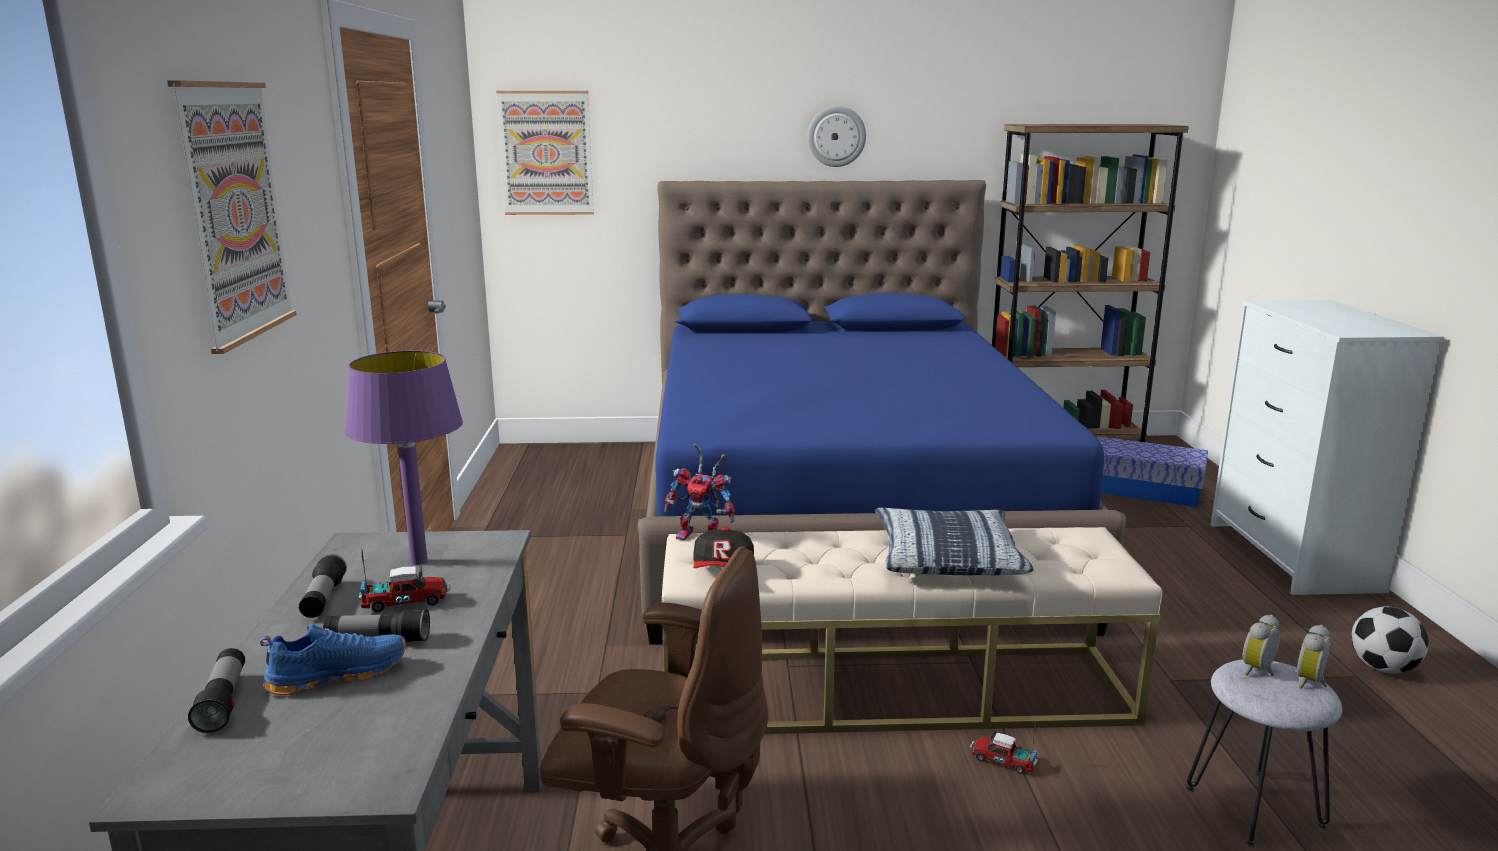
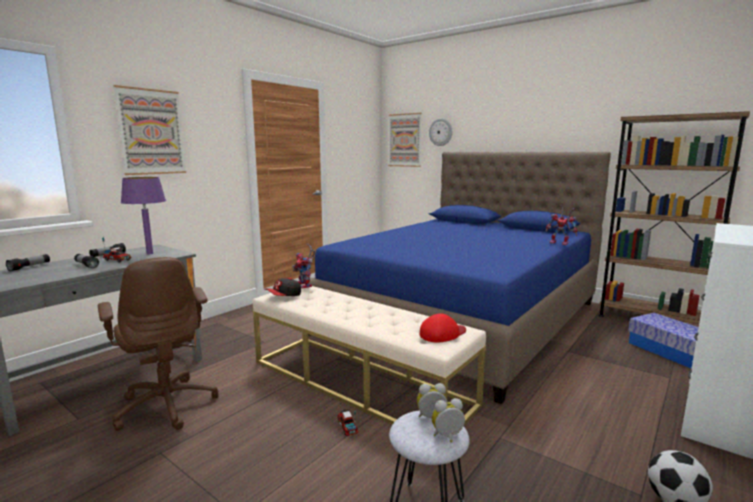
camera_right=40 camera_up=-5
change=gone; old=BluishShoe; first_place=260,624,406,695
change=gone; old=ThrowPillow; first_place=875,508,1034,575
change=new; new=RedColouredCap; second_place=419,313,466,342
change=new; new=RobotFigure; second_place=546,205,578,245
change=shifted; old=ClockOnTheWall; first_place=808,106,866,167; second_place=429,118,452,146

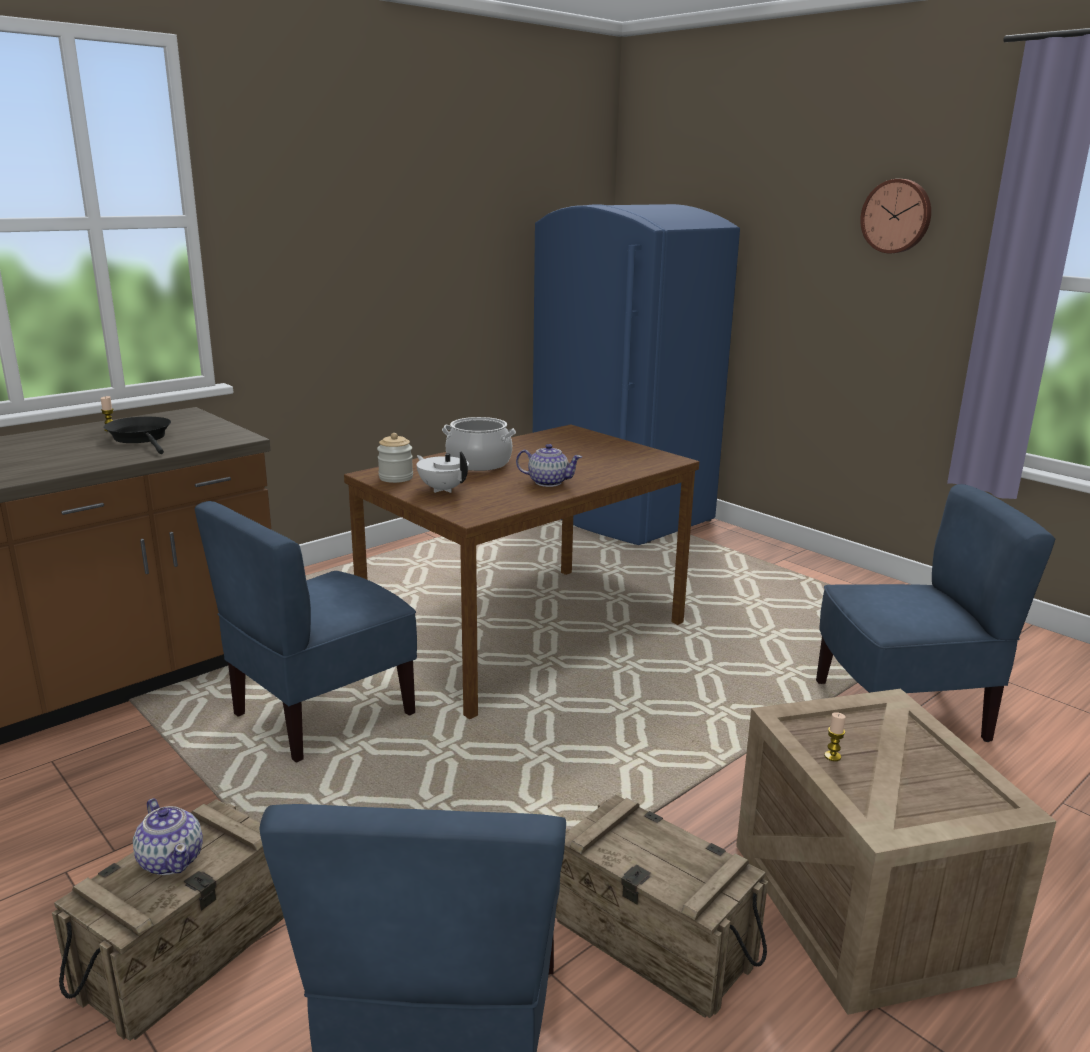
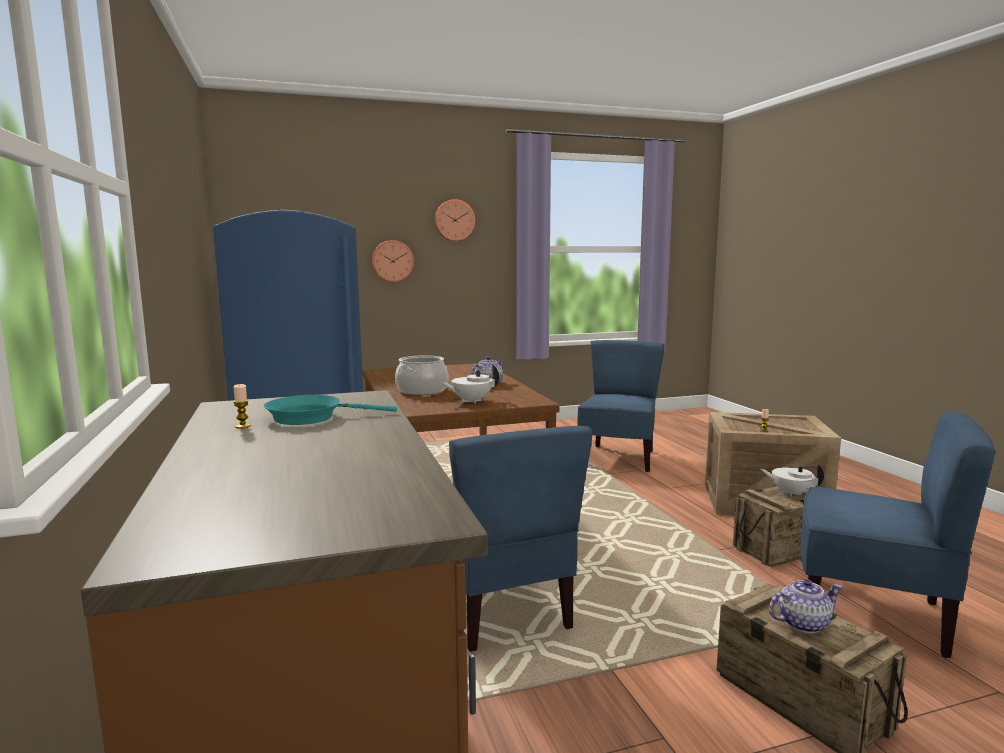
camera_right=-65 camera_up=-10
change=gone; old=Jar; first_place=377,433,413,483
change=new; new=ClockOnTheWall; second_place=372,240,414,282
change=new; new=WhitishPotForTea; second_place=761,464,824,497
change=repainted; old=BlackishFryingPan; new=BlueGreenFryingPan; first_place=104,417,171,454; second_place=264,395,397,425

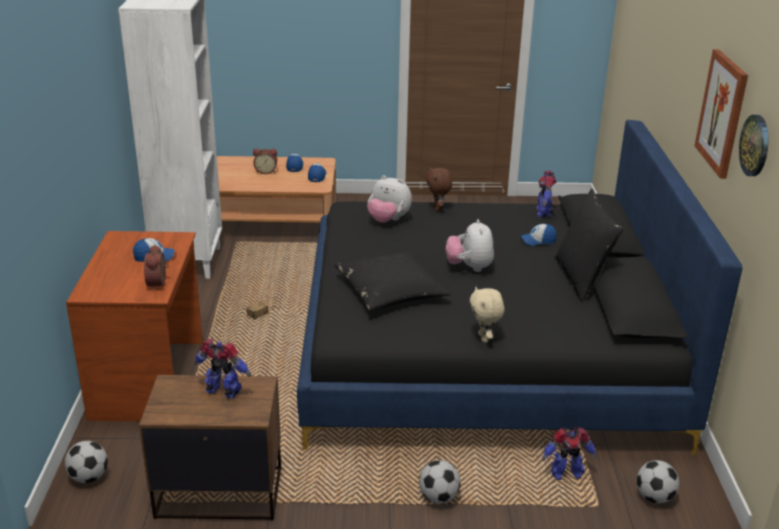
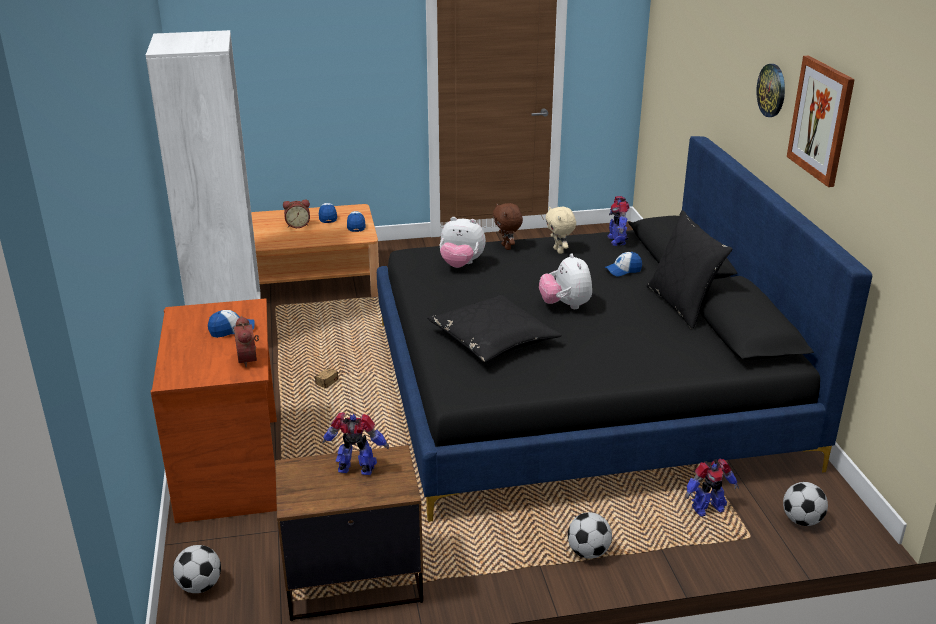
camera_right=-10 camera_up=0
change=shifted; old=BeigePlushToy; first_place=470,287,505,343; second_place=545,207,576,254
change=shifted; old=ClockOnTheWall; first_place=739,115,768,176; second_place=757,64,785,117

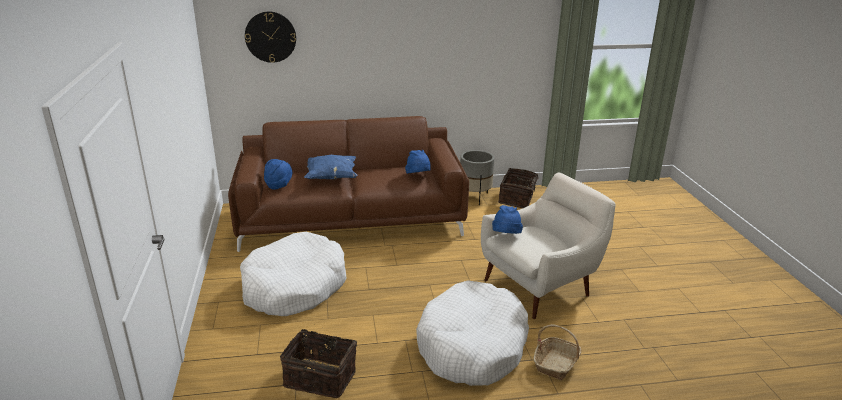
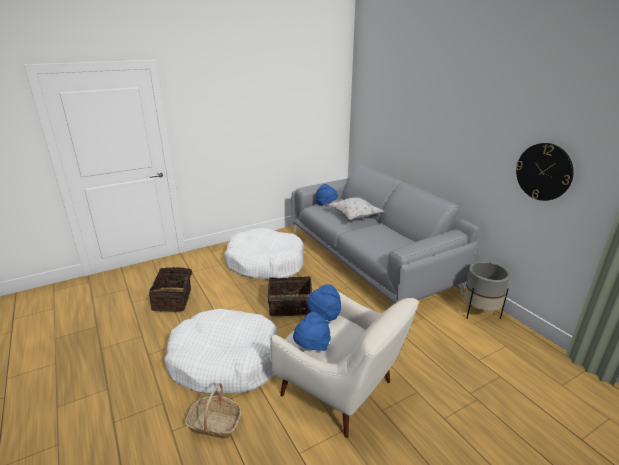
camera_right=70 camera_up=0
change=shifted; old=ClockOnTheWall; first_place=245,11,296,63; second_place=516,143,574,201
change=shifted; old=BluishClothingHat; first_place=405,150,431,174; second_place=293,312,331,351
change=shifted; old=Basket; first_place=498,168,546,209; second_place=268,276,312,316
change=repainted; old=BrownColouredCouch; new=GreyCouch; first_place=228,116,469,252; second_place=291,164,480,304
change=repainted; old=BluishThrowPillow; new=WhitishThrowPillow; first_place=304,155,358,179; second_place=328,197,384,220

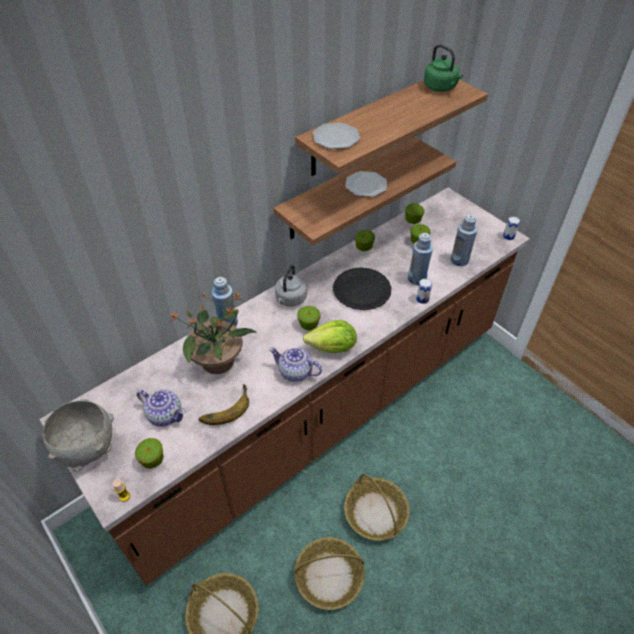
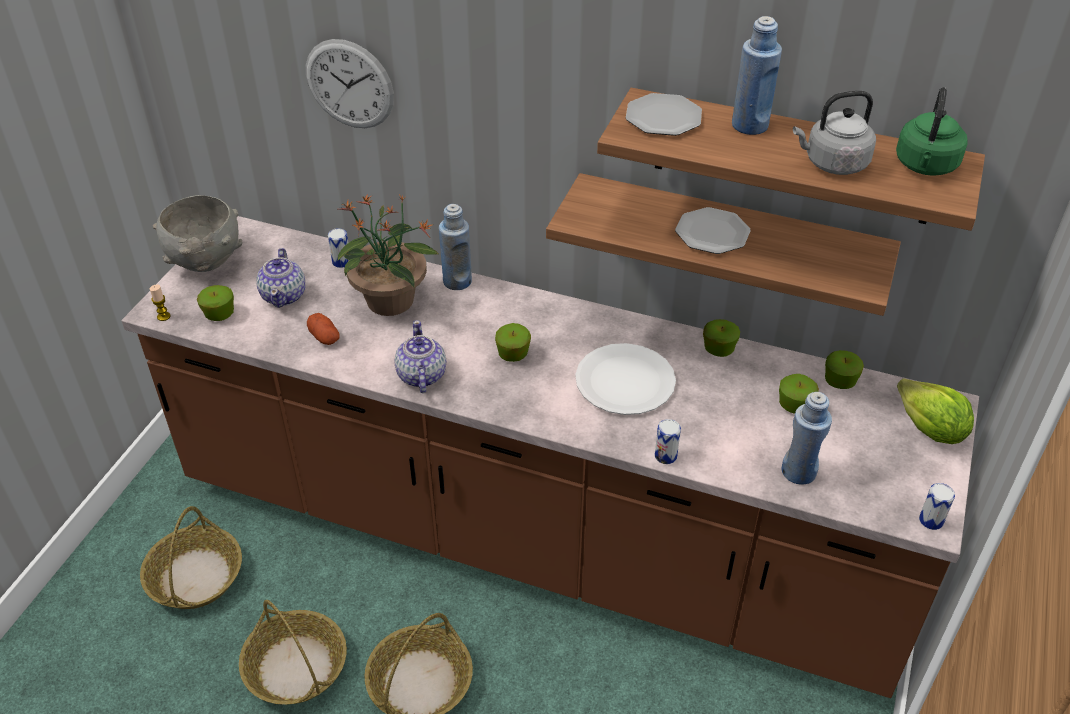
camera_right=60 camera_up=-5
change=new; new=ClockOnTheWall; second_place=306,39,394,128
change=new; new=SealedCan; second_place=328,228,348,268
change=shifted; old=GreyTeaKettle; first_place=275,265,307,307; second_place=793,91,876,175
change=shifted; old=LettuceHead; first_place=303,320,357,353; second_place=897,378,974,444
change=shifted; old=BluishBeverageBottle; first_place=408,233,433,285; second_place=732,16,782,135
change=swapped; old=Banana; new=Potato; first_place=199,384,249,425; second_place=307,313,339,345
change=repainted; old=BlackishDinnerPlate; new=WhitishDinnerPlate; first_place=333,268,392,310; second_place=575,343,676,415

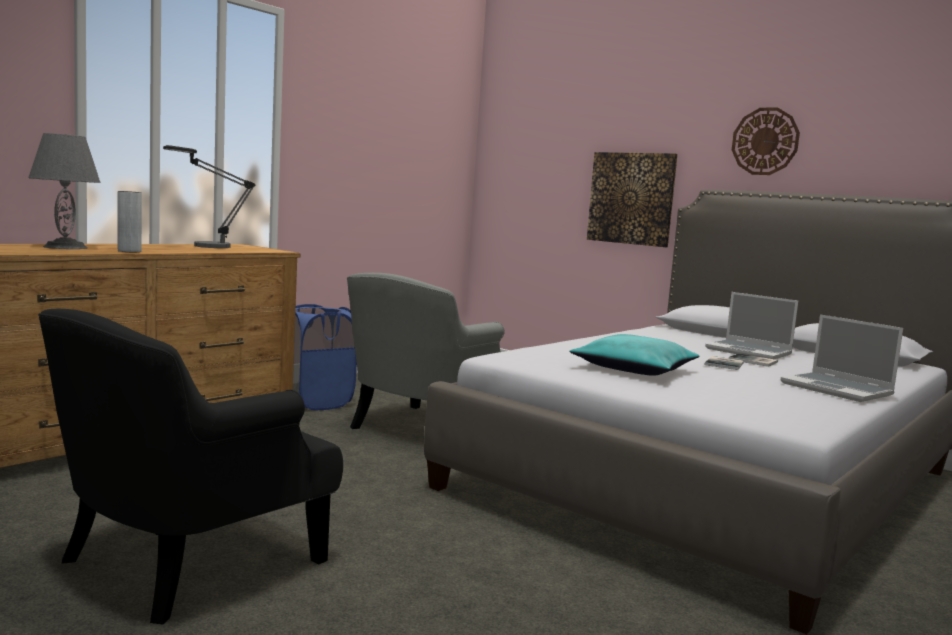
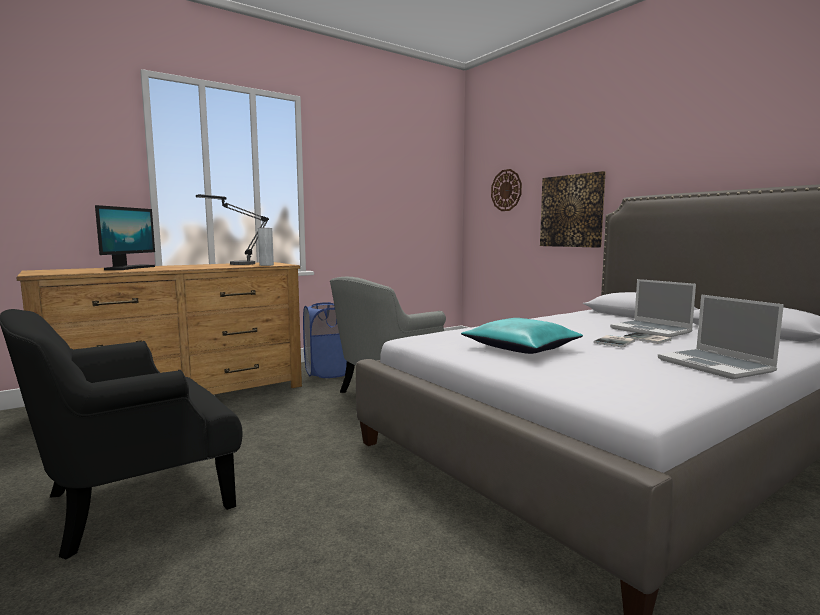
camera_right=15 camera_up=0
change=shifted; old=GreyVase; first_place=118,191,142,252; second_place=258,228,274,266
change=shifted; old=ClockOnTheWall; first_place=732,107,800,175; second_place=491,169,522,211
change=swapped; old=GreyTabletopLamp; new=ComputerDisplay; first_place=28,133,100,249; second_place=95,205,155,270

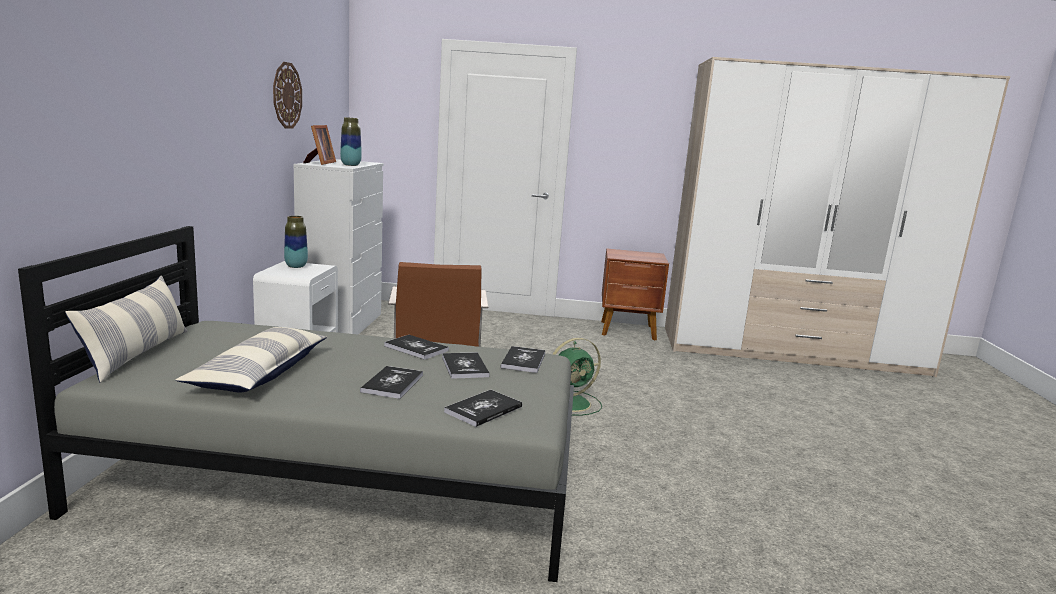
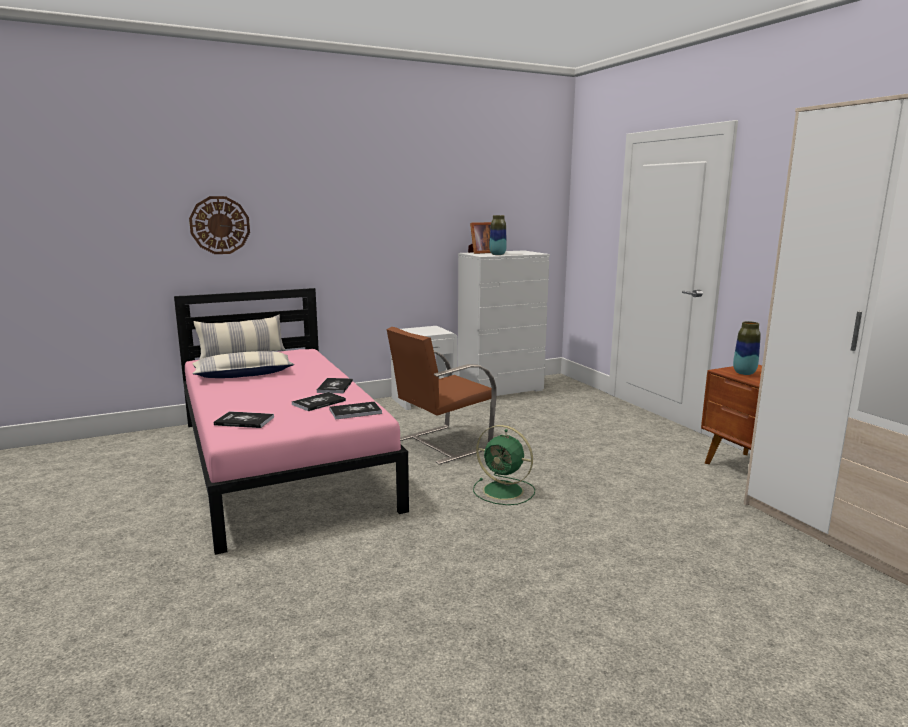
camera_right=60 camera_up=0
change=gone; old=Volume; first_place=360,366,423,399
change=shifted; old=ClockOnTheWall; first_place=273,62,302,129; second_place=189,196,250,254
change=shifted; old=Vase; first_place=284,216,308,268; second_place=733,321,761,375
change=repainted; old=GreyBedroomBed; new=PinkishBedroomBed; first_place=18,226,574,582; second_place=174,288,409,555

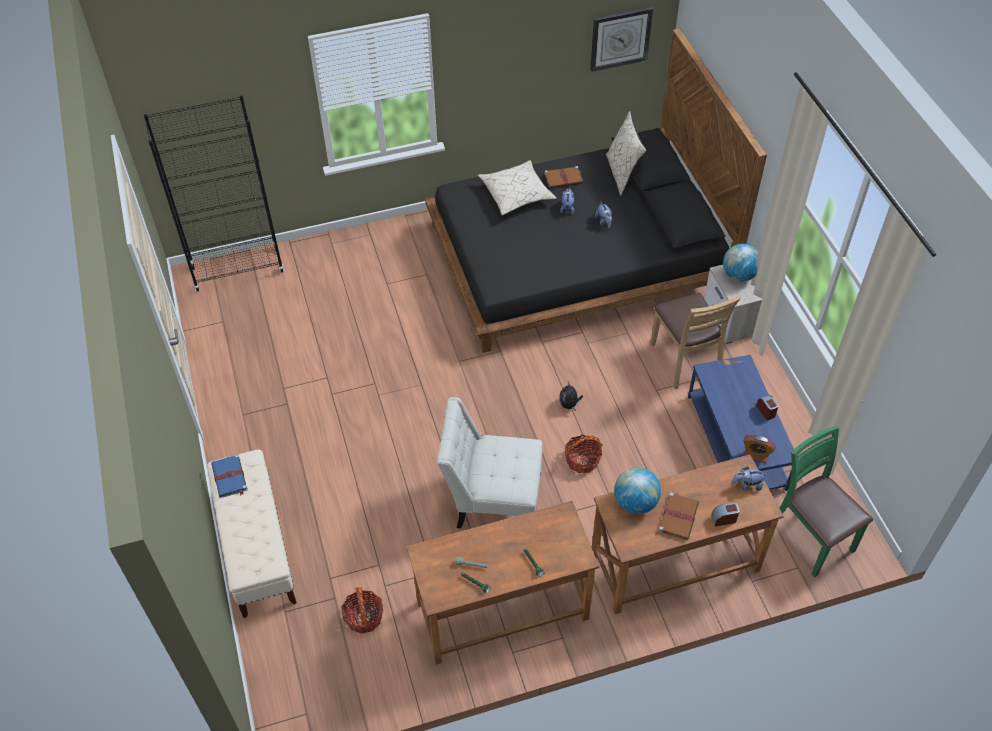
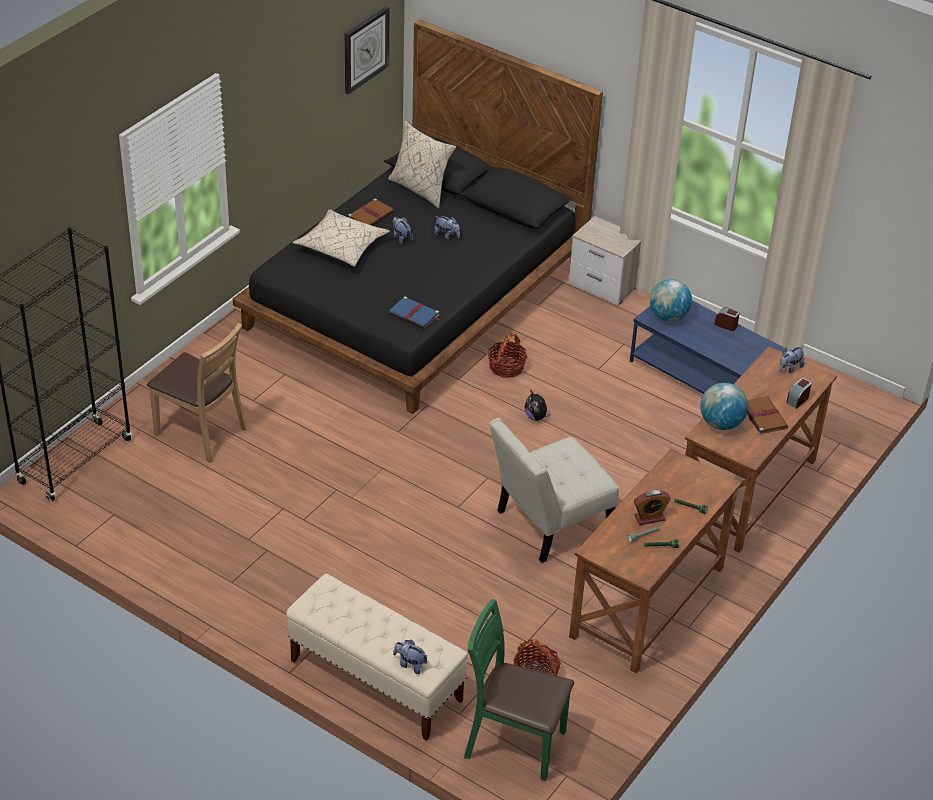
camera_right=-40 camera_up=-10
change=new; new=PlushToy; second_place=393,640,427,674
change=shifted; old=BluishVolume; first_place=211,454,248,498; second_place=389,296,439,329
change=shifted; old=Basket; first_place=565,434,603,473; second_place=488,332,527,378
change=shifted; old=BrownColouredChair; first_place=650,293,741,389; second_place=147,323,247,463
change=shifted; old=DeskGlobe; first_place=723,244,759,282; second_place=650,279,692,322
change=shifted; old=TableClock; first_place=743,435,776,464; second_place=634,490,671,525
change=shifted; old=GreenishChair; first_place=780,426,873,578; second_place=464,599,574,781

